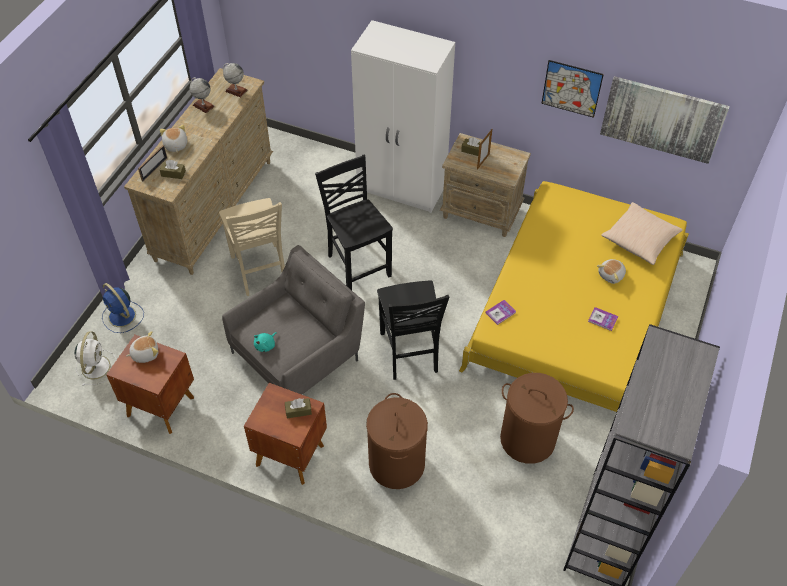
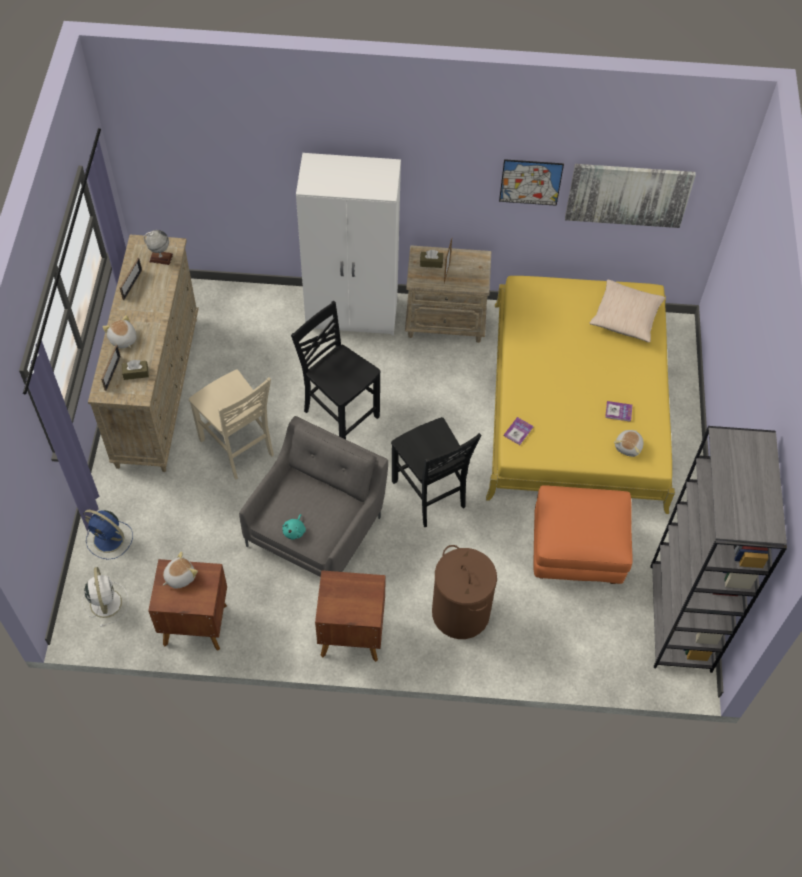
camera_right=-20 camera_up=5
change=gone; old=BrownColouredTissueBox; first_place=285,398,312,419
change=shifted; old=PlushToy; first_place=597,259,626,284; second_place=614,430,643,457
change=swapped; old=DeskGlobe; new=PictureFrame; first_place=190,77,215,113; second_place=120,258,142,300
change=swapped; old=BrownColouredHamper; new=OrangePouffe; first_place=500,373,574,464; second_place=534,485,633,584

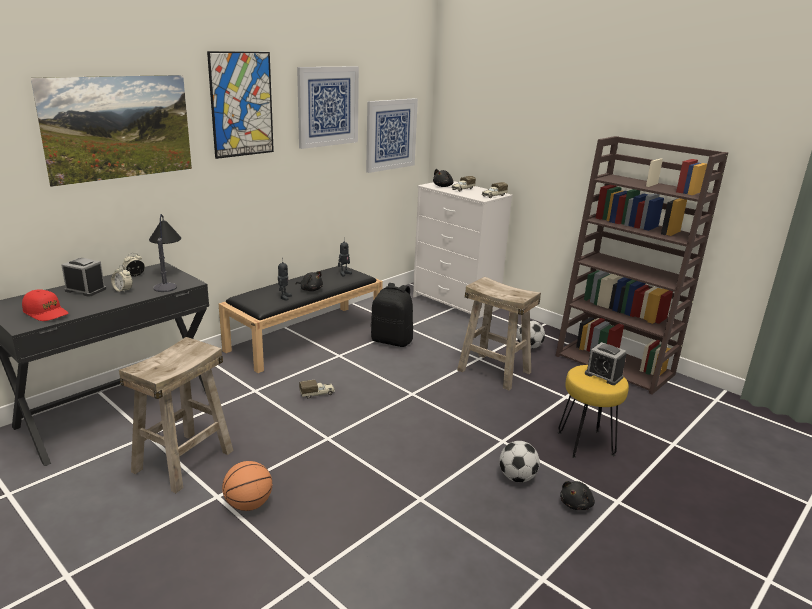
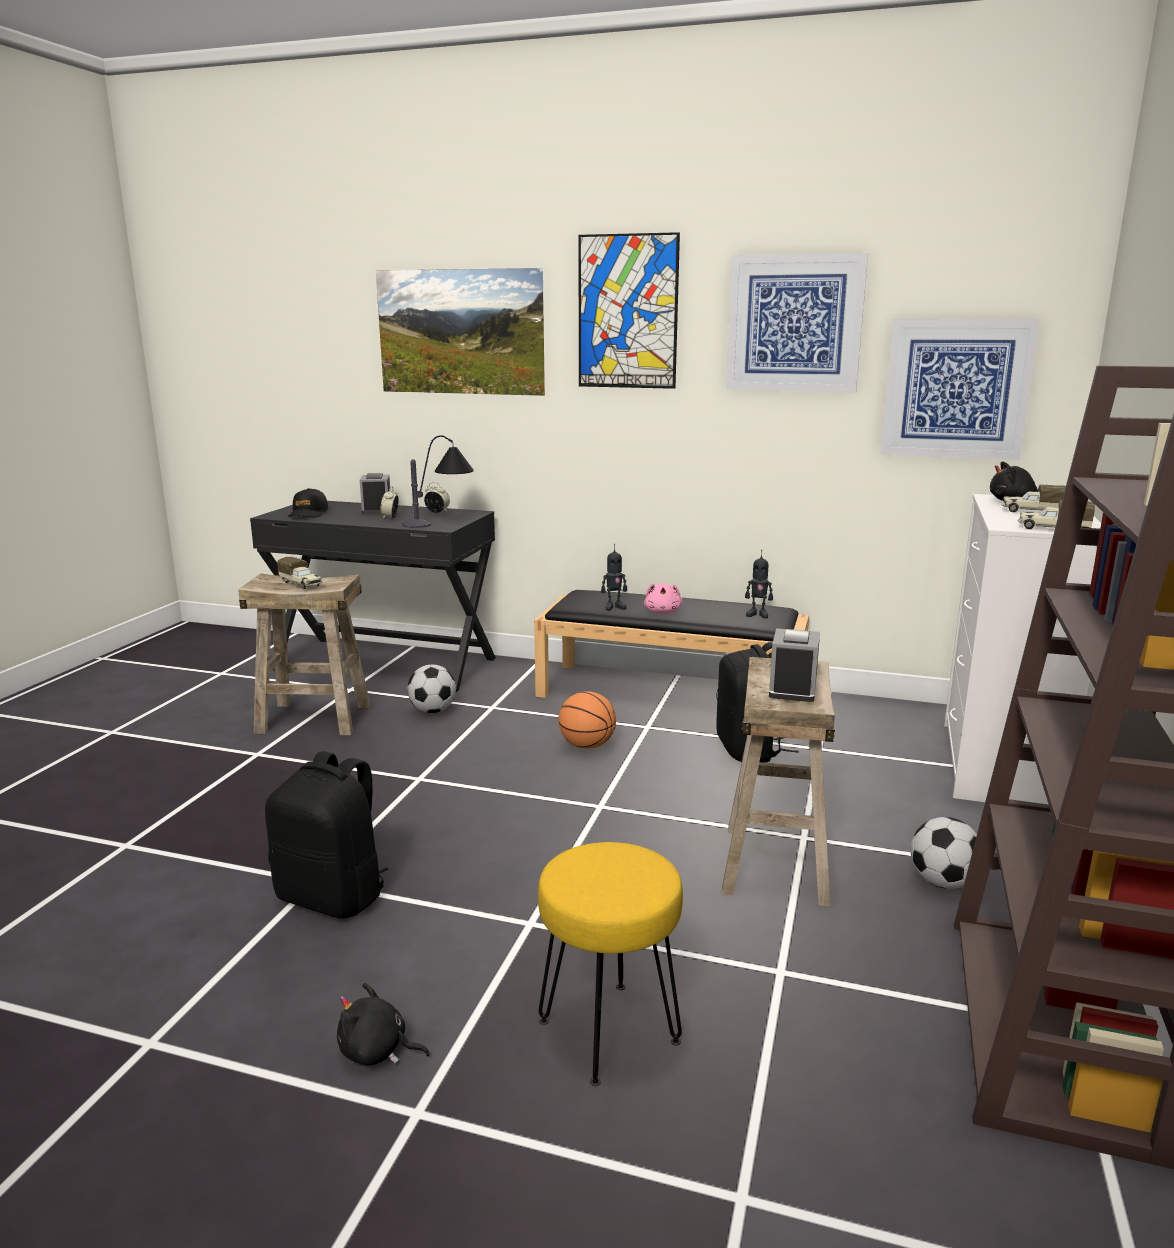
camera_right=65 camera_up=-5
change=new; new=BlackishRucksack; second_place=265,751,388,918
change=shifted; old=BallForBasketball; first_place=222,461,272,511; second_place=558,691,616,749
change=shifted; old=ToyTruck; first_place=299,380,335,398; second_place=277,557,322,589
change=shifted; old=FootballBall; first_place=499,441,540,483; second_place=408,664,456,713
change=shifted; old=TableClock; first_place=585,342,627,385; second_place=769,628,820,702
change=repainted; old=RedColouredCap; new=BlackishCap; first_place=22,289,68,321; second_place=288,488,329,517
change=repainted; old=BlackishPlushToy; new=PinkishPlushToy; first_place=296,271,323,291; second_place=644,583,683,614

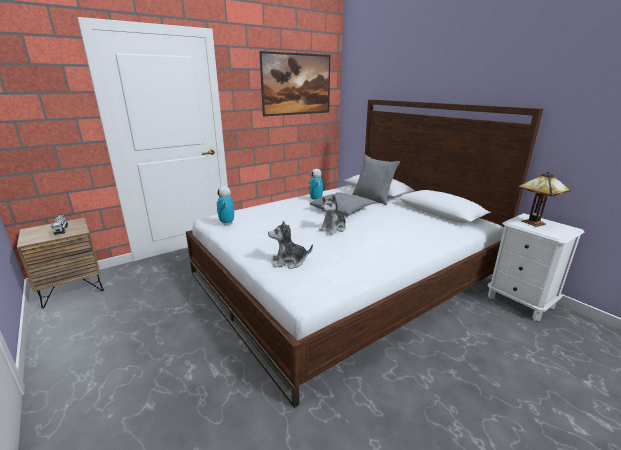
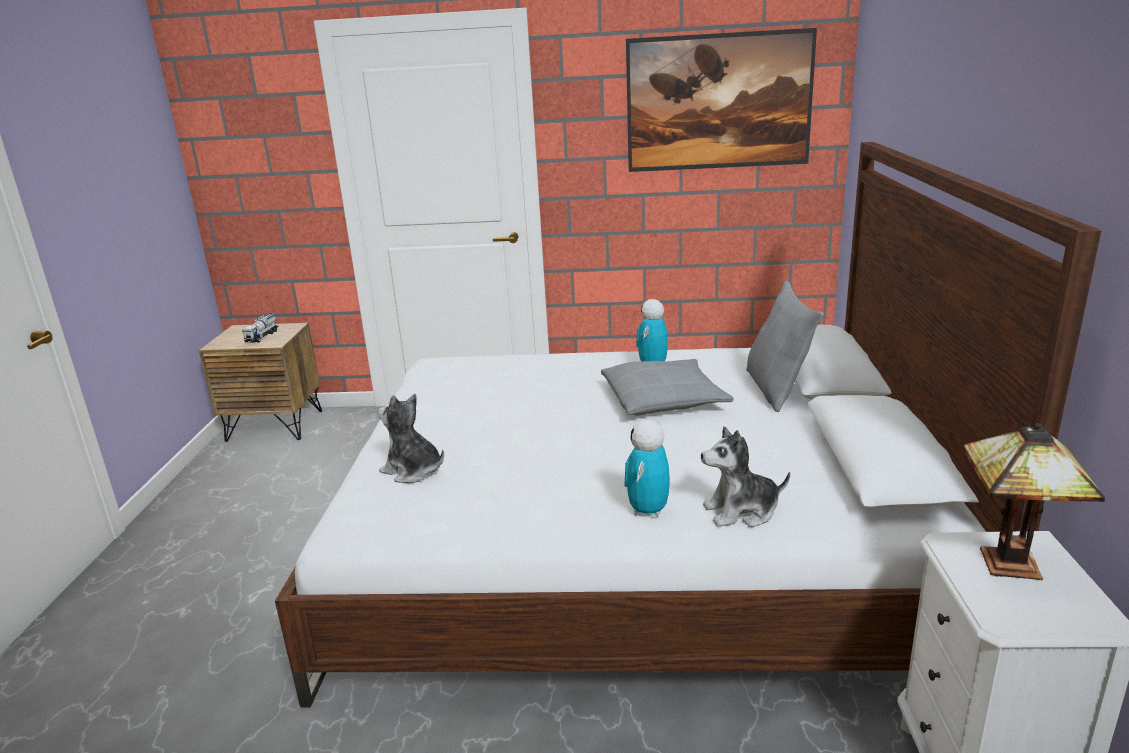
camera_right=40 camera_up=0
change=shifted; old=RobotFigure; first_place=217,186,234,225; second_place=624,419,670,518
change=shifted; old=PlushToy; first_place=319,195,346,235; second_place=701,426,790,527

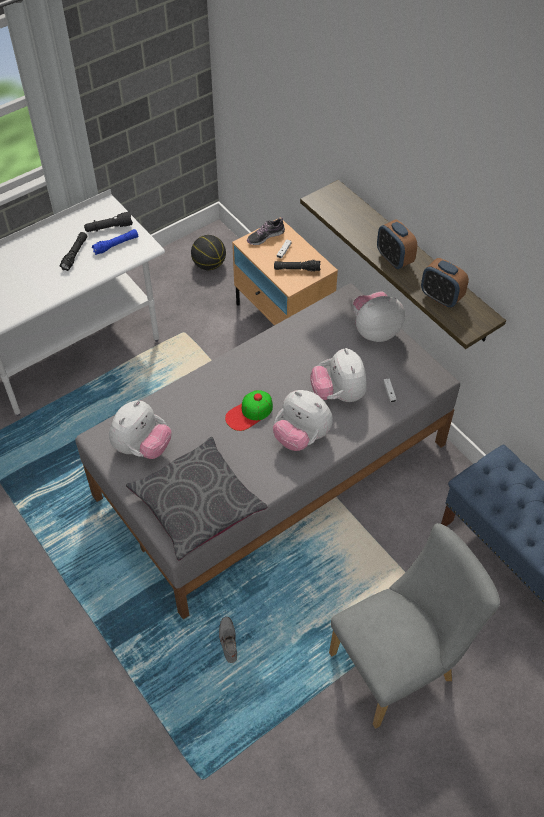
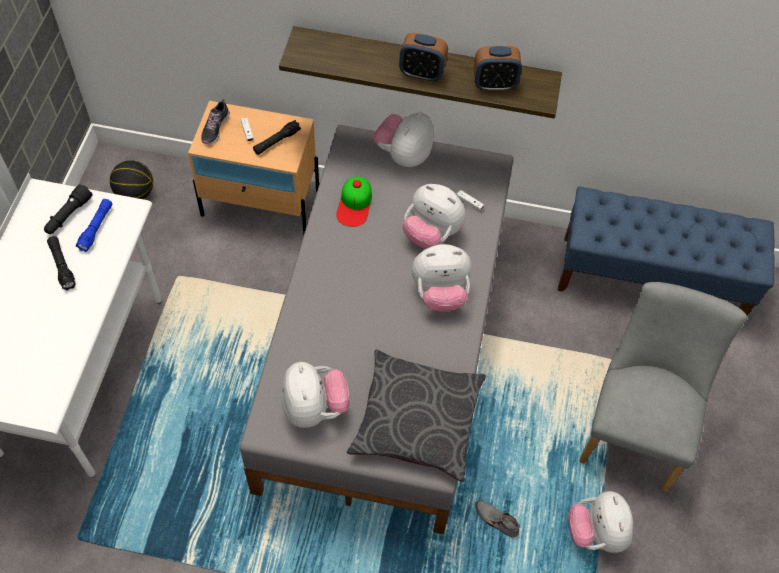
camera_right=-45 camera_up=5
change=new; new=PlushToy; second_place=568,491,633,553
change=shifted; old=Cap; first_place=225,390,273,431; second_place=336,176,372,227

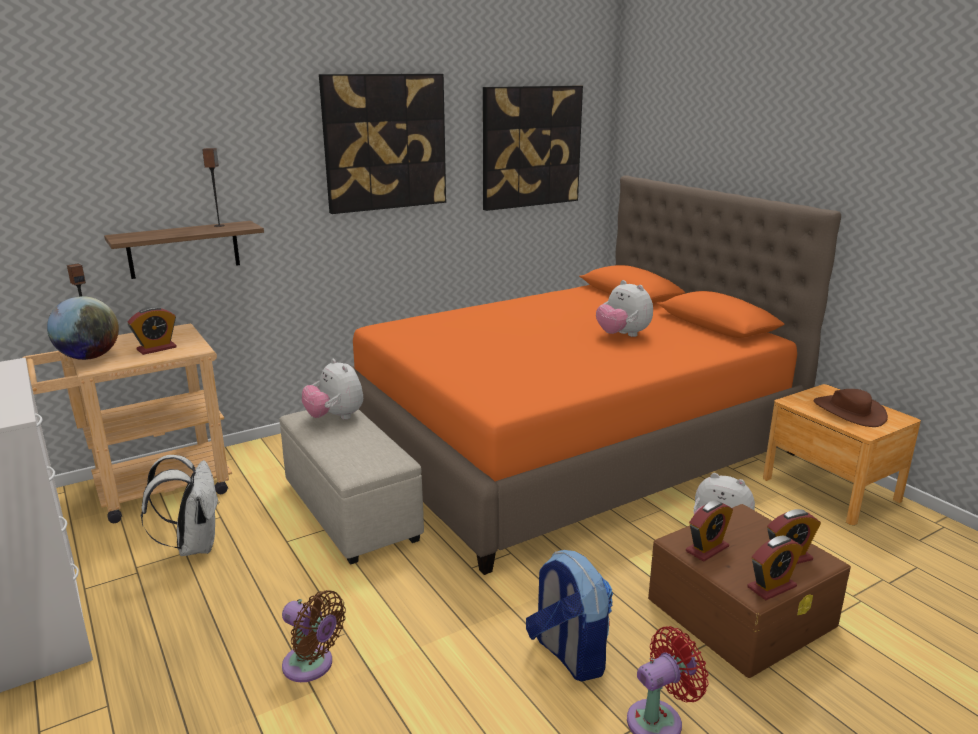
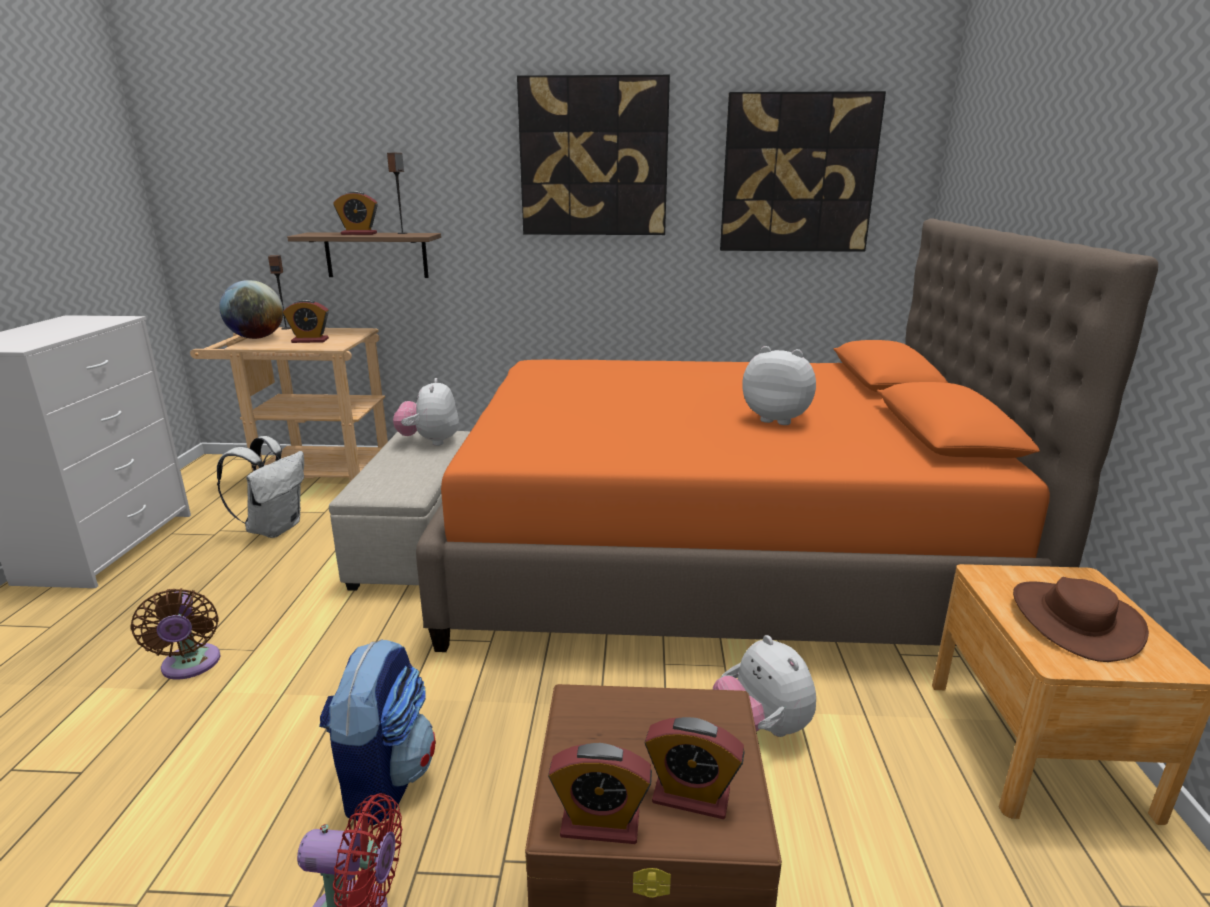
camera_right=35 camera_up=0
change=shifted; old=TableClock; first_place=686,500,733,562; second_place=333,191,378,235
change=rotated; old=PlushToy; first_place=596,280,653,337; second_place=742,346,816,425; degrees=120

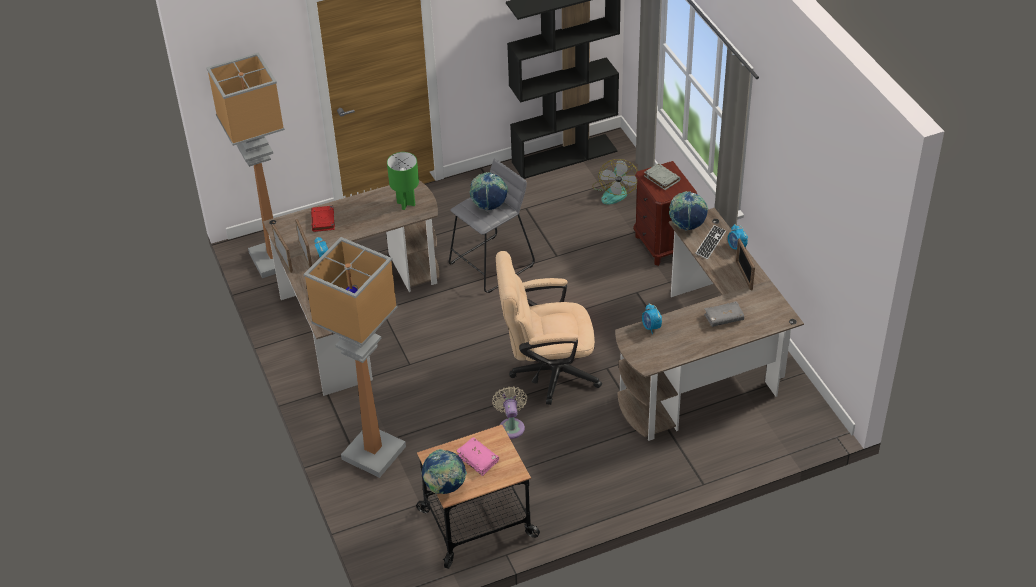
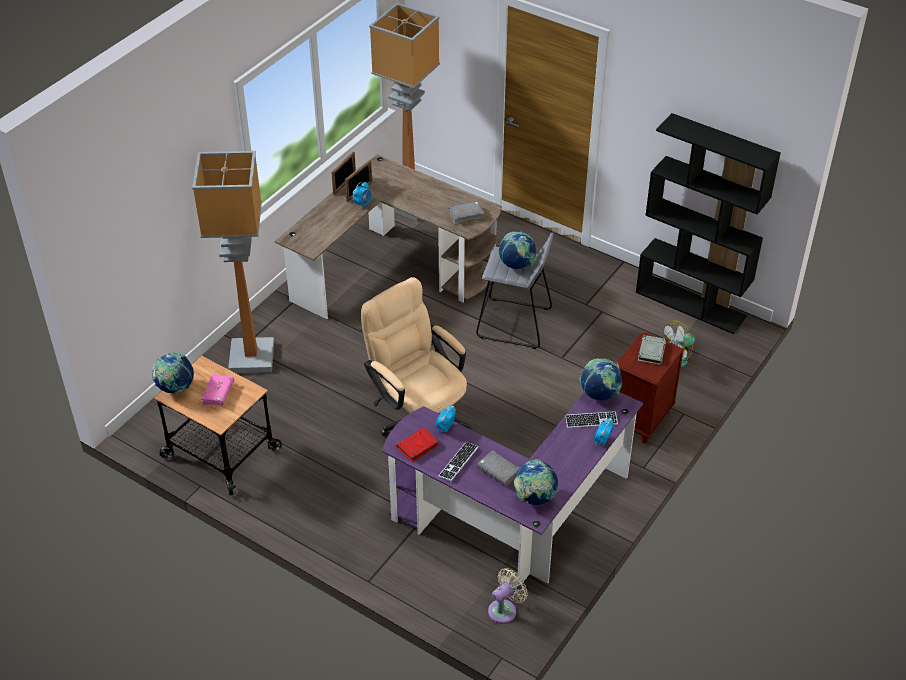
camera_right=55 camera_up=0
change=gone; old=PictureFrame; first_place=736,238,755,290
change=new; new=ComputerKeyboard; second_place=438,442,479,481
change=new; new=DeskGlobe; second_place=514,459,558,505
change=shifted; old=RedColouredVolume; first_place=311,206,335,232; second_place=396,428,439,462
change=shifted; old=BeigeFan; first_place=492,386,527,439; second_place=488,568,528,624
change=swapped; old=GreenishTabletopLamp; new=GreyVolume; first_place=387,152,419,210; second_place=449,201,484,225
change=repainted; old=BrownColouredDeskTable; new=PurpleDeskTable; first_place=615,208,804,441; second_place=382,392,643,584

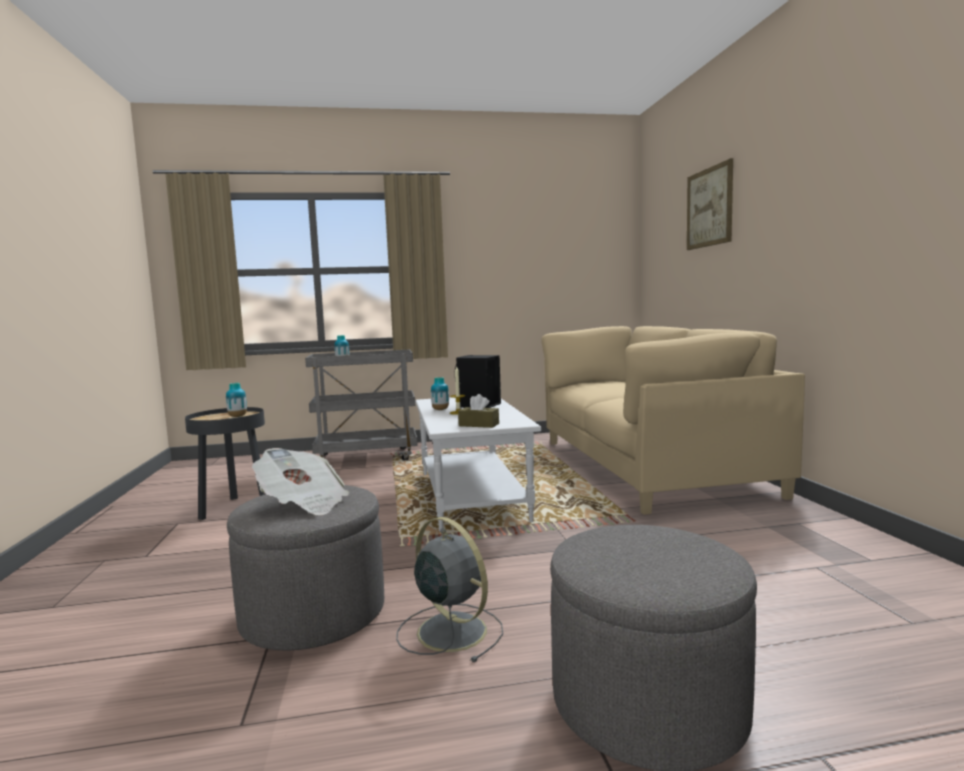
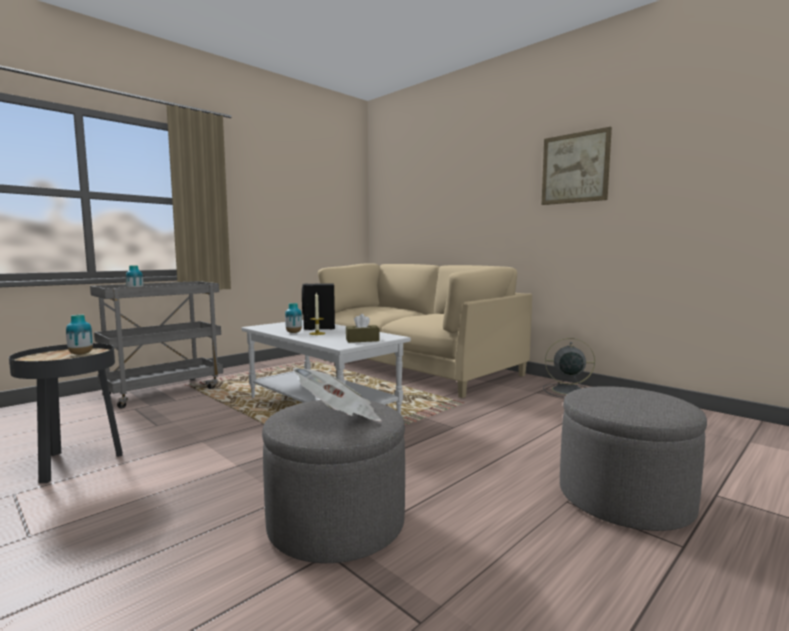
camera_right=-35 camera_up=0
change=shifted; old=GreyFan; first_place=396,517,503,662; second_place=543,338,595,397
change=shifted; old=Picture; first_place=687,158,733,250; second_place=542,127,612,205

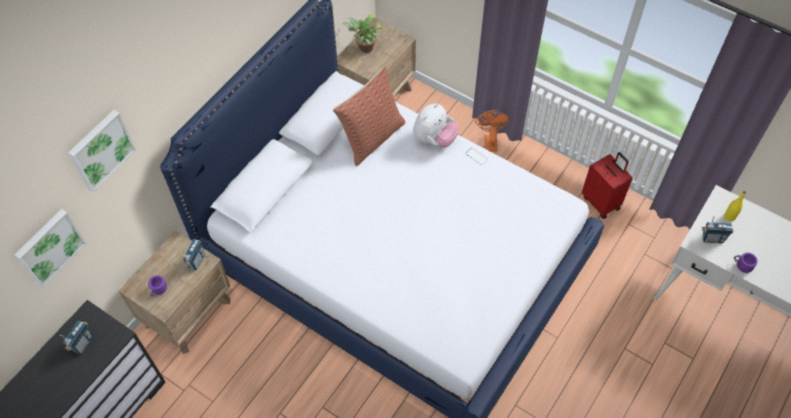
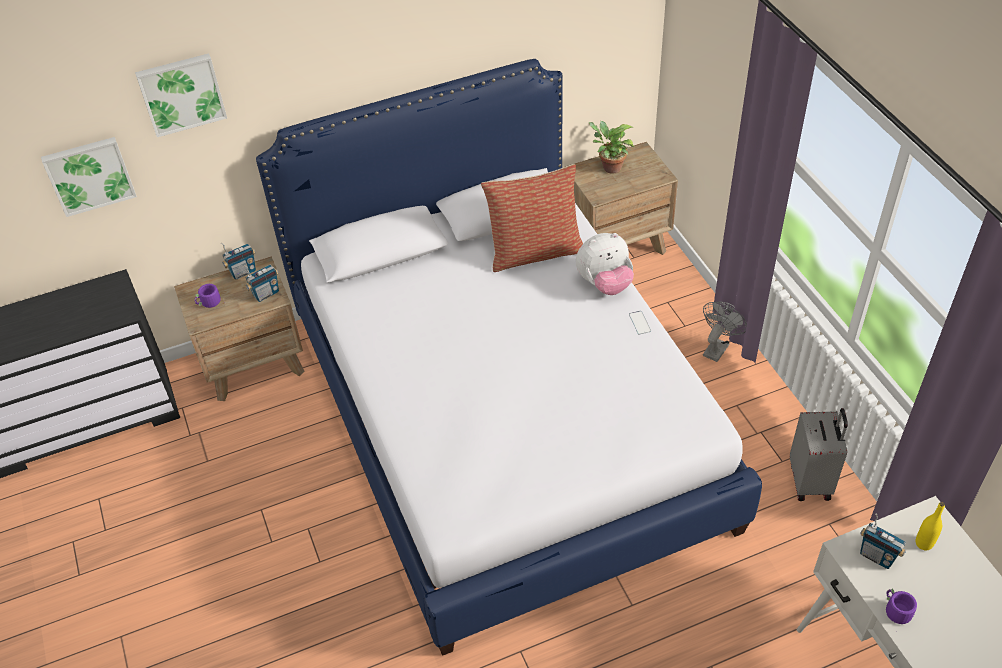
camera_right=35 camera_up=-10
change=shifted; old=Radio; first_place=60,321,93,354; second_place=221,242,256,280
change=repainted; old=OrangeFan; new=GreyFan; first_place=475,110,510,152; second_place=703,301,747,362
change=repainted; old=RedColouredSuitcase; new=GreySuitcase; first_place=582,152,632,219; second_place=790,408,848,501

